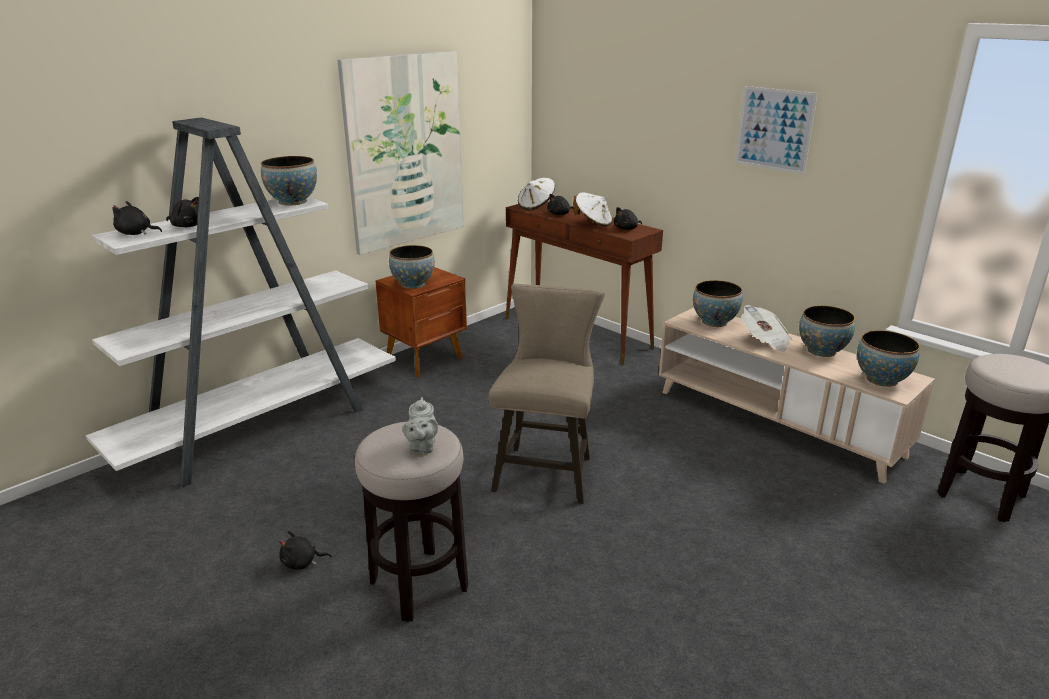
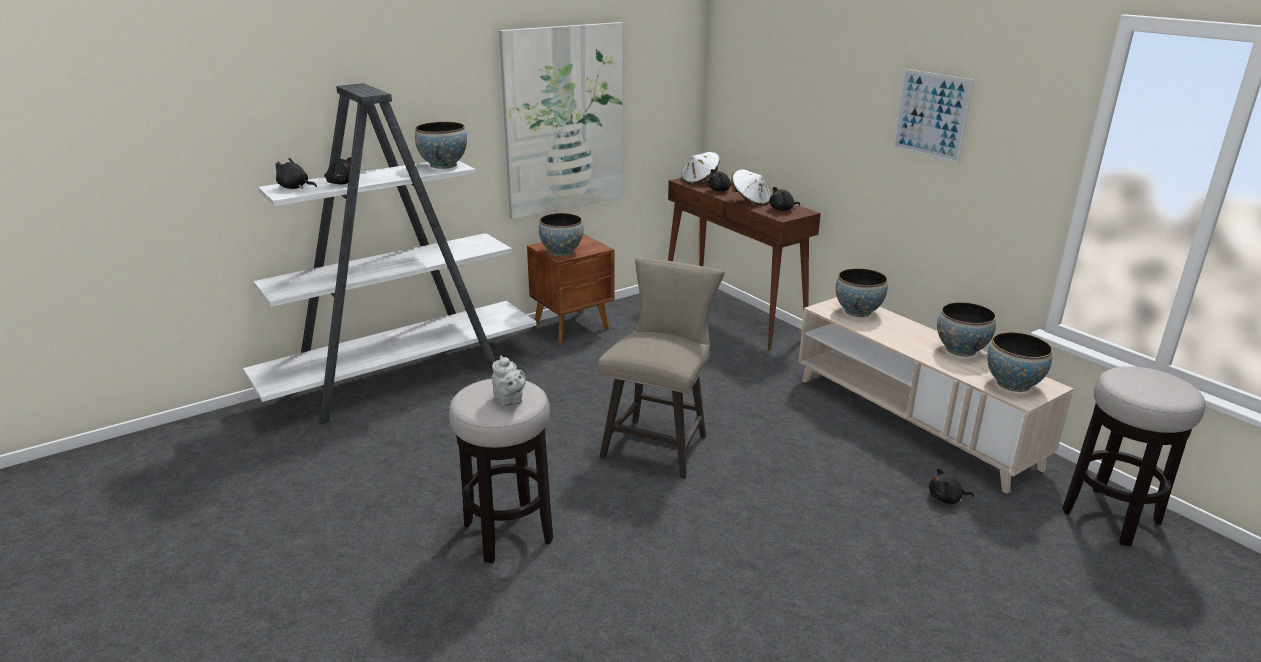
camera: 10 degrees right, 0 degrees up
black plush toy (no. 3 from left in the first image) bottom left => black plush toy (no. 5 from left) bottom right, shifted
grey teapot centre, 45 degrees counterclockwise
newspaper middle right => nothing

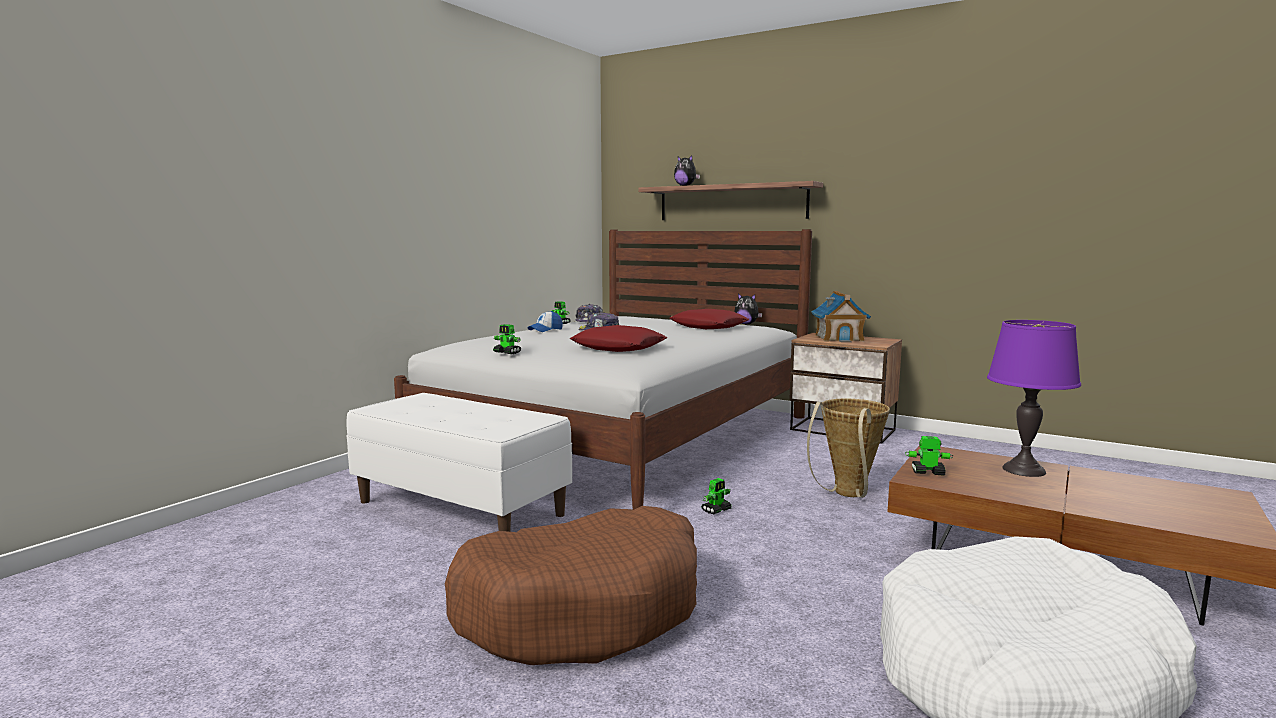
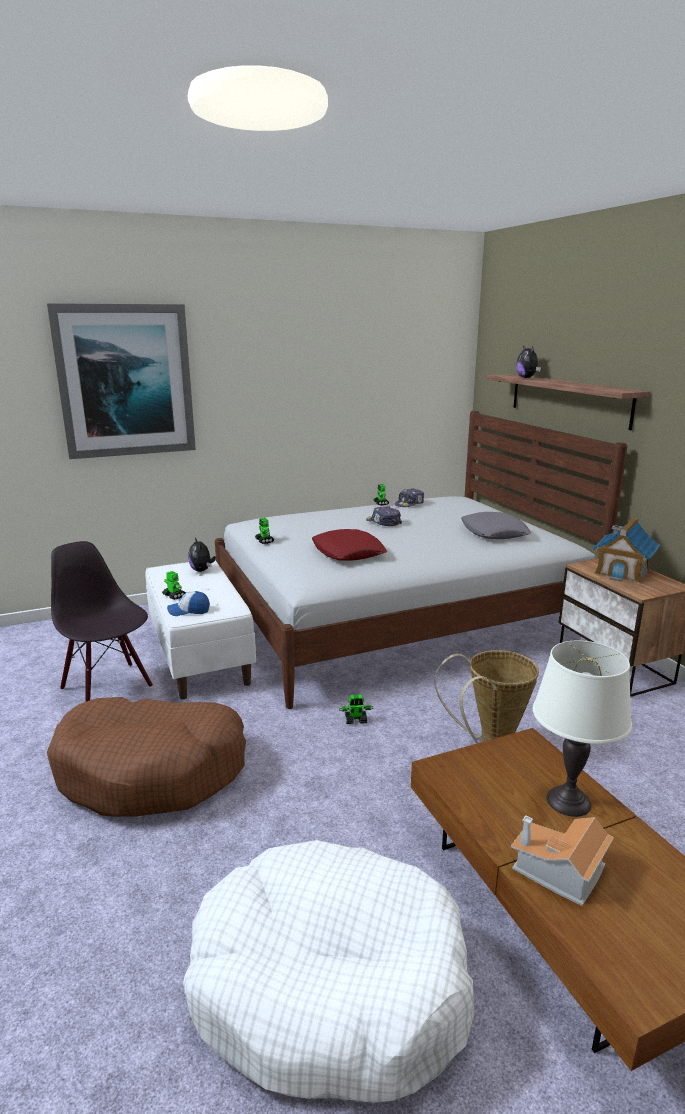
camera: 35 degrees right, 10 degrees up
cap (no. 1 from left) centre => cap (no. 1 from left) middle left, shifted
red pillow (no. 2 from left) centre => grey pillow middle right
plush toy (no. 2 from left in the first image) centre => plush toy (no. 1 from left) middle left, shifted
toy robot (no. 4 from left in the first image) middle right => toy robot (no. 1 from left) middle left, shifted
purple table lamp middle right => white table lamp middle right
nothing => picture middle left
nothing => black chair middle left
nothing => toy house (no. 1 from left) bottom right

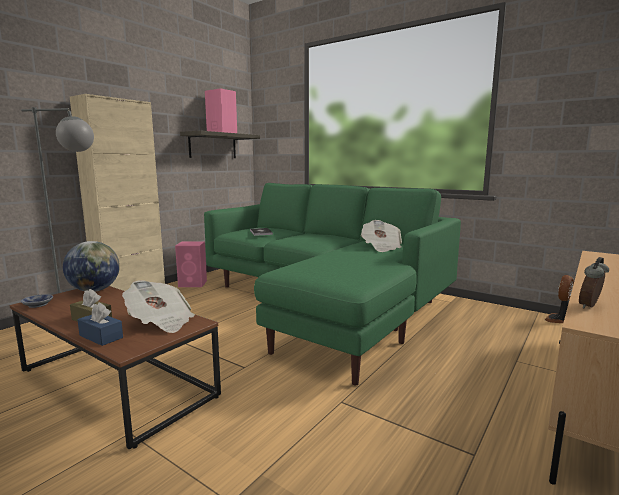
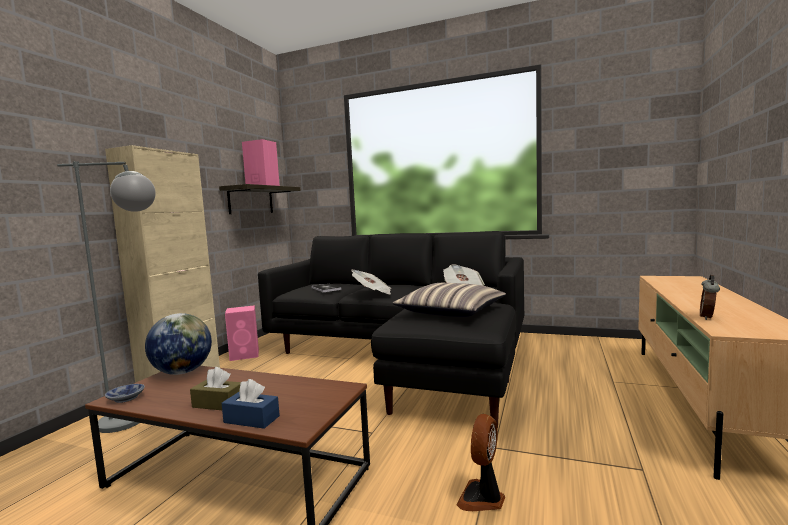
camera: 15 degrees left, 5 degrees down
newspaper (no. 1 from left) middle left => newspaper (no. 1 from left) centre, shifted
green sofa centre => black sofa centre
fan middle right => fan bottom centre, shifted
nothing => pillow centre

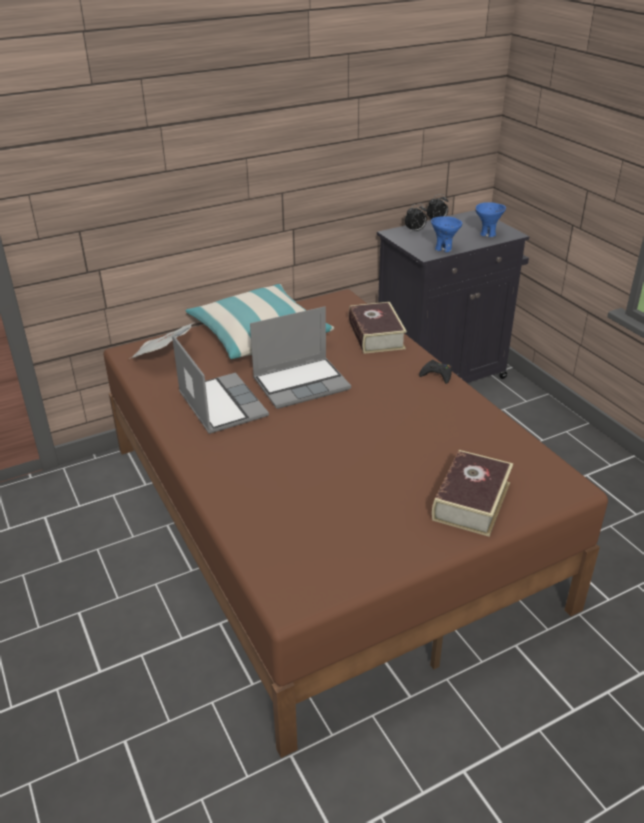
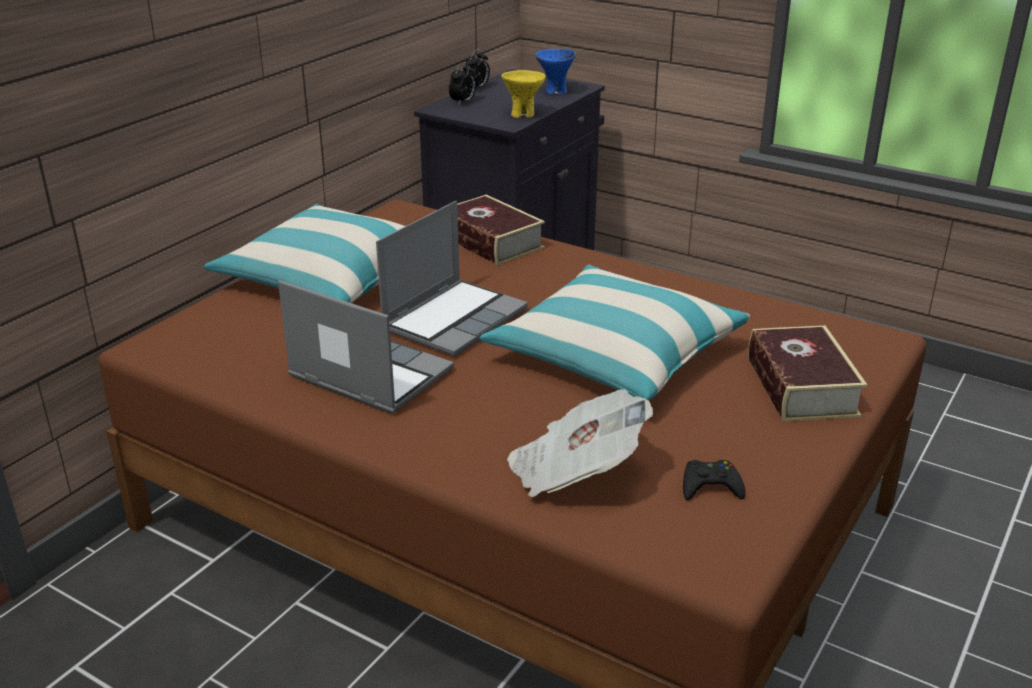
camera: 30 degrees left, 5 degrees down
newspaper middle left => newspaper centre, shifted
black game controller middle right => black game controller bottom right, shifted
blue bowl (no. 1 from left) top right => yellow bowl top centre
nothing => pillow (no. 2 from left) centre

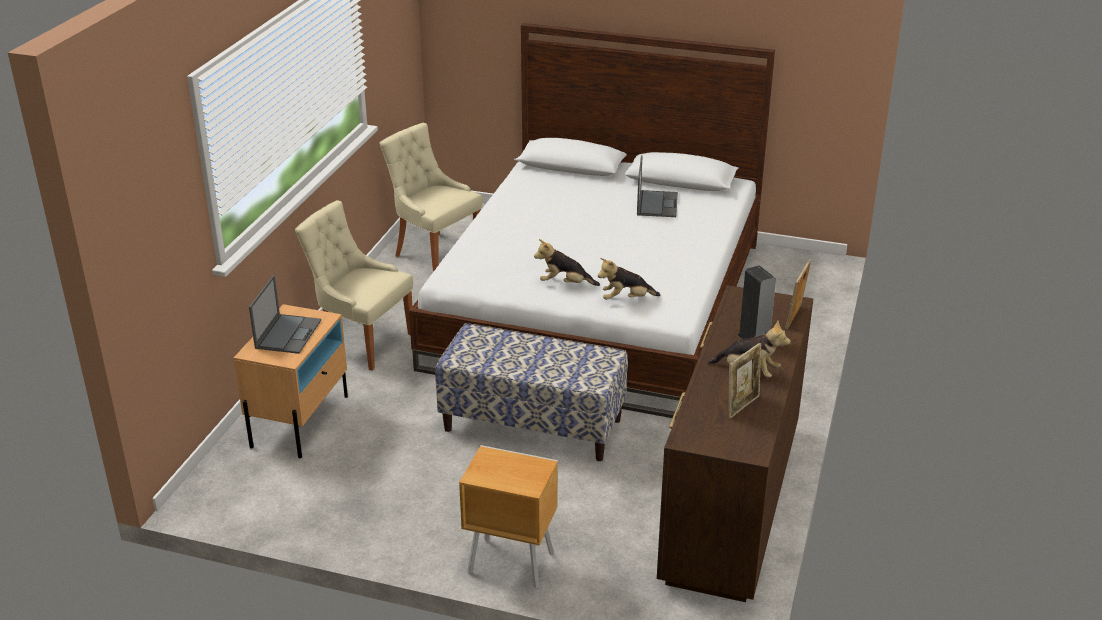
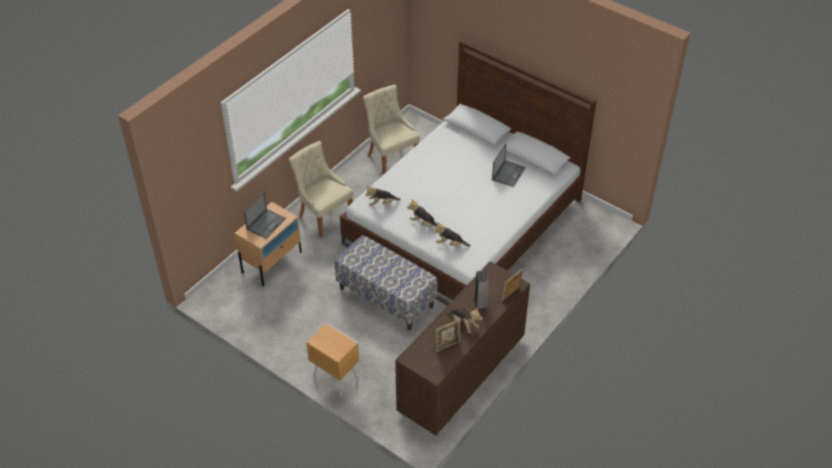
camera: 20 degrees right, 15 degrees up
nothing => plush toy (no. 1 from left) centre

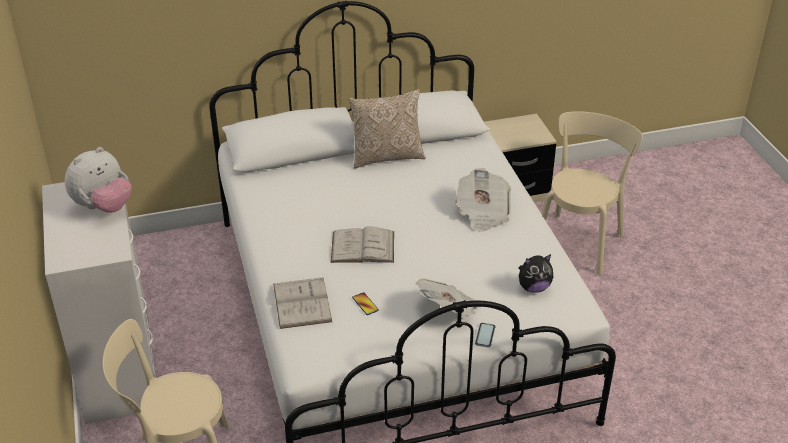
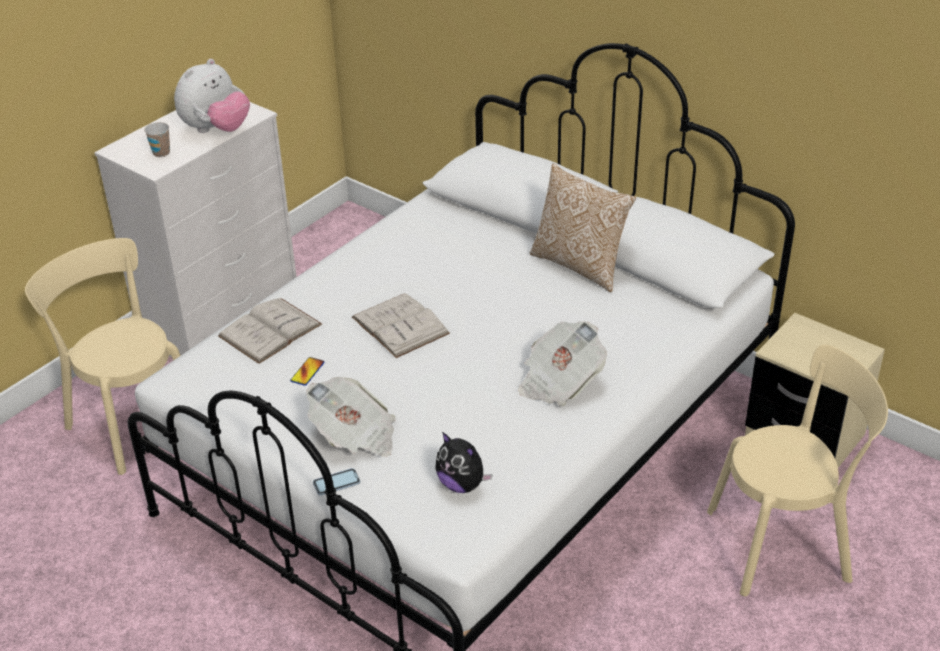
camera: 55 degrees right, 0 degrees up
plush toy (no. 1 from left) middle left => plush toy (no. 1 from left) top left, 60 degrees counterclockwise
nothing => cup top left

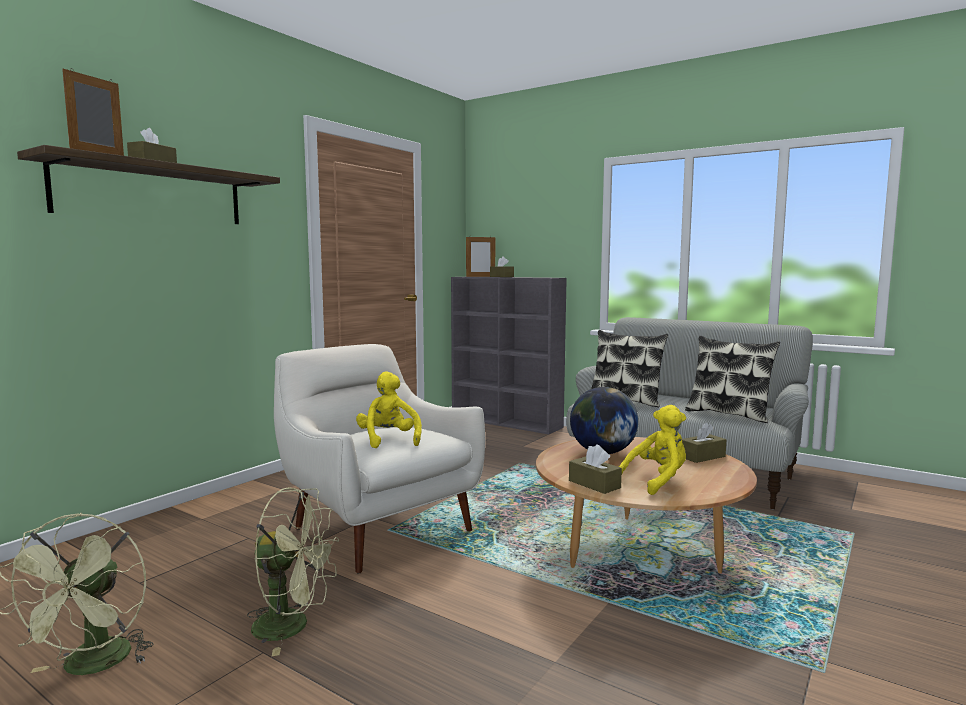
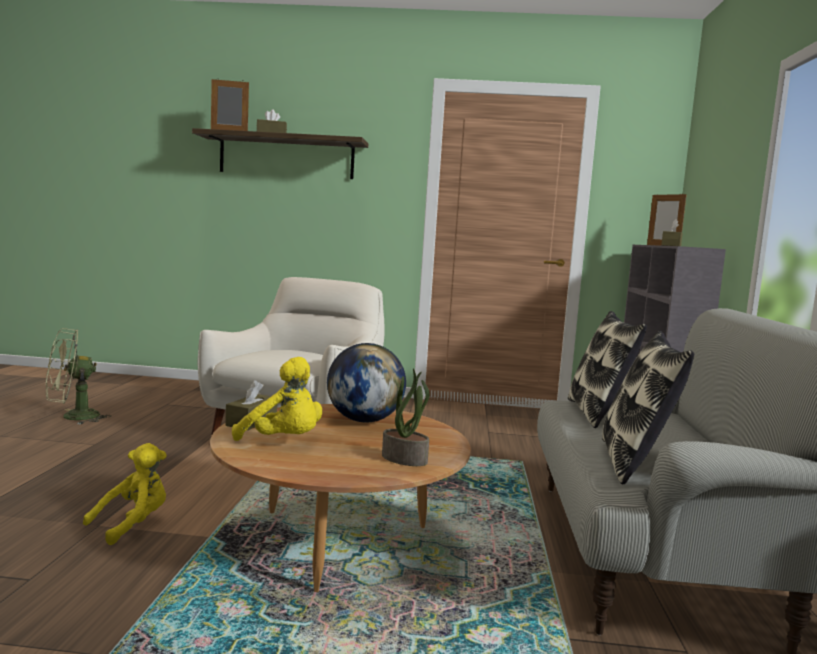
camera: 60 degrees right, 0 degrees up
green fan (no. 2 from left) bottom left => nothing
yellow plush toy (no. 1 from left) centre => yellow plush toy (no. 1 from left) bottom left, shifted
brown tissue box (no. 4 from left) middle right => potted plant centre

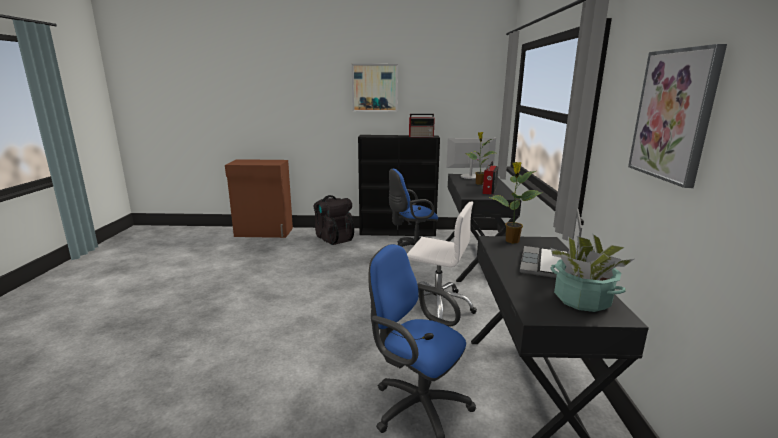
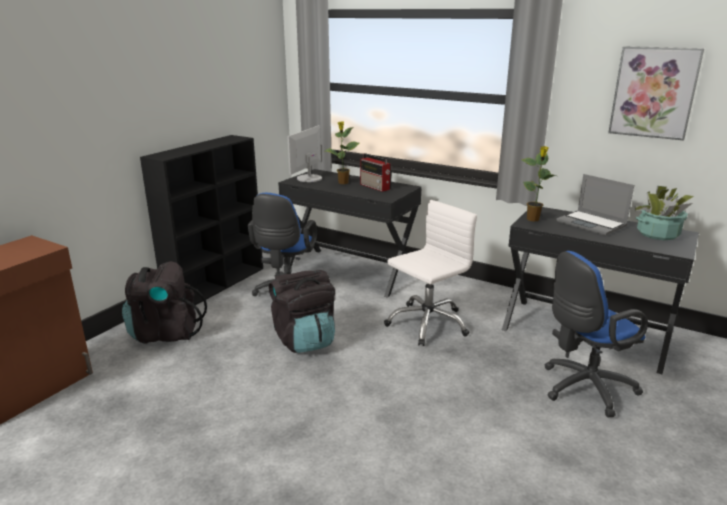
camera: 60 degrees left, 5 degrees up
picture (no. 1 from left) top centre => nothing
radio (no. 1 from left) top centre => nothing
nothing => black backpack (no. 2 from left) centre

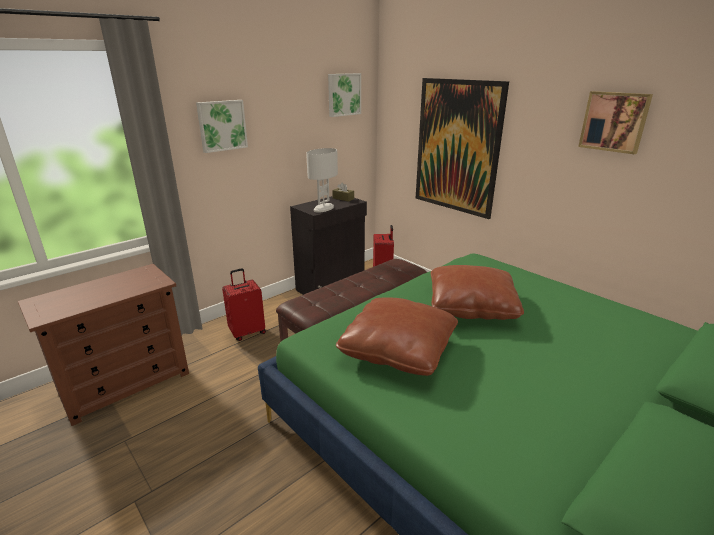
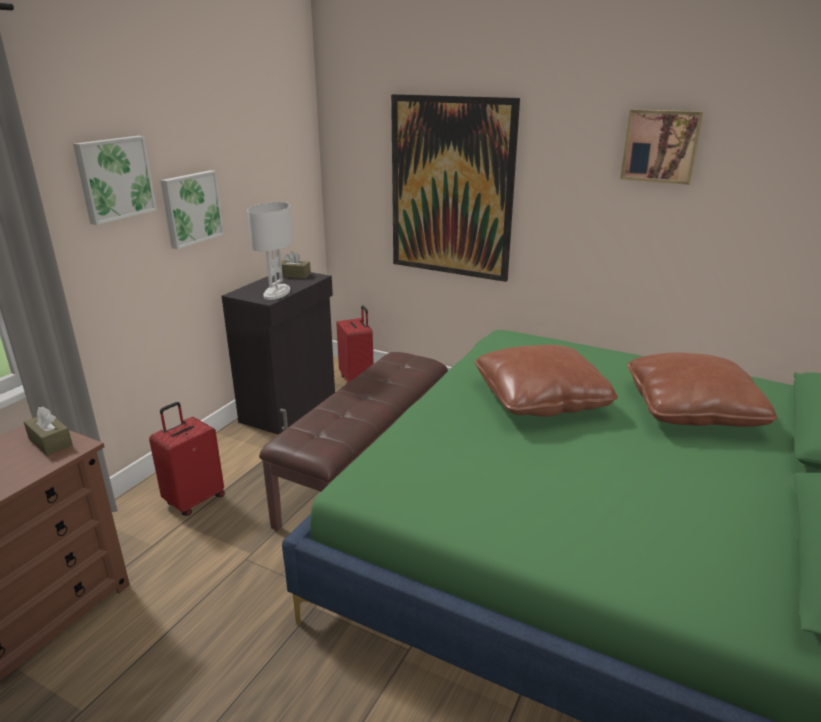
camera: 20 degrees left, 0 degrees up
picture (no. 2 from left) top centre => picture (no. 2 from left) top left, shifted
brown pillow (no. 1 from left in the first image) centre => brown pillow (no. 2 from left) middle right, shifted
nothing => brown tissue box (no. 1 from left) middle left

